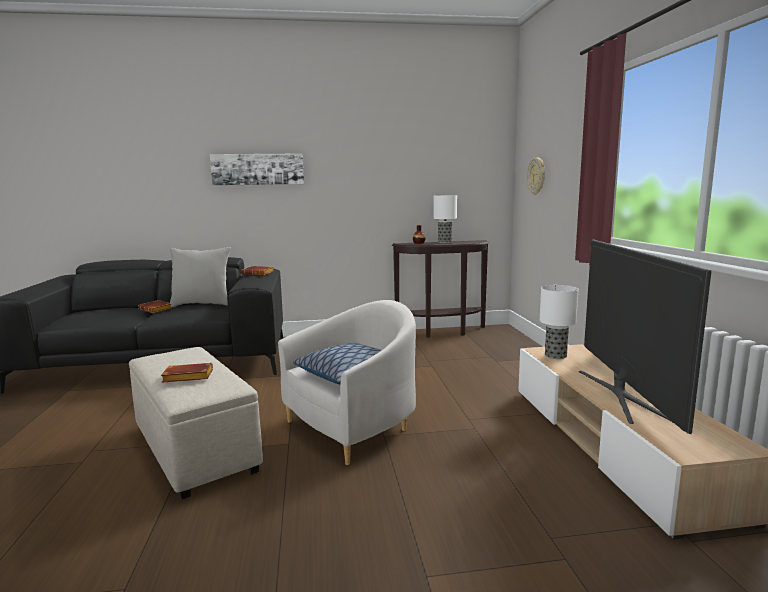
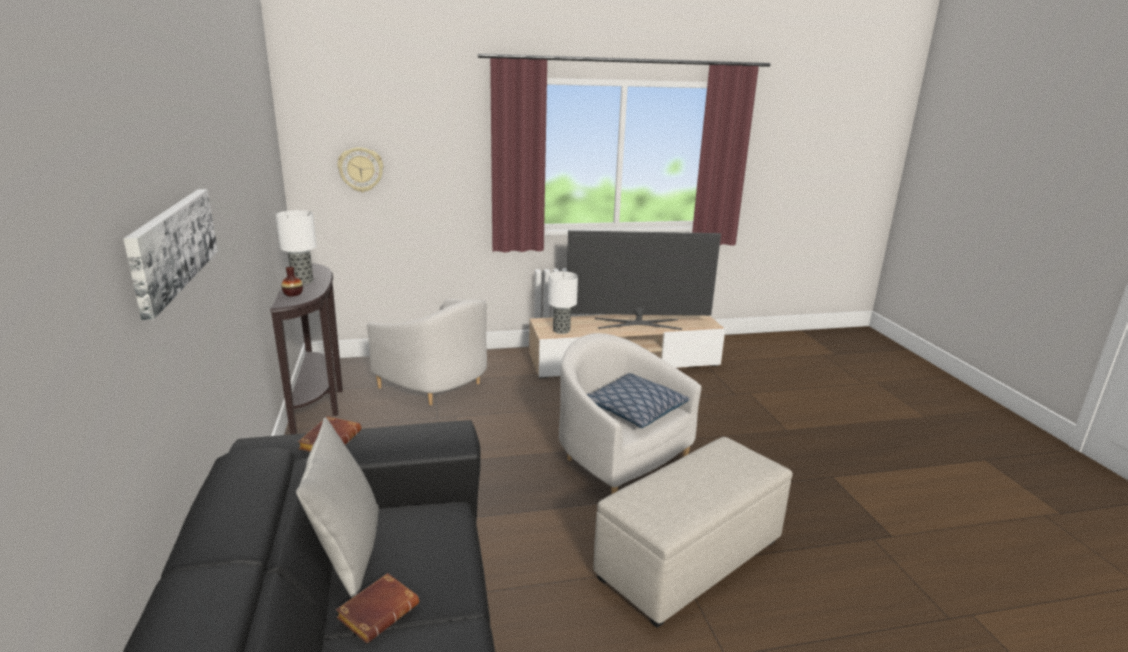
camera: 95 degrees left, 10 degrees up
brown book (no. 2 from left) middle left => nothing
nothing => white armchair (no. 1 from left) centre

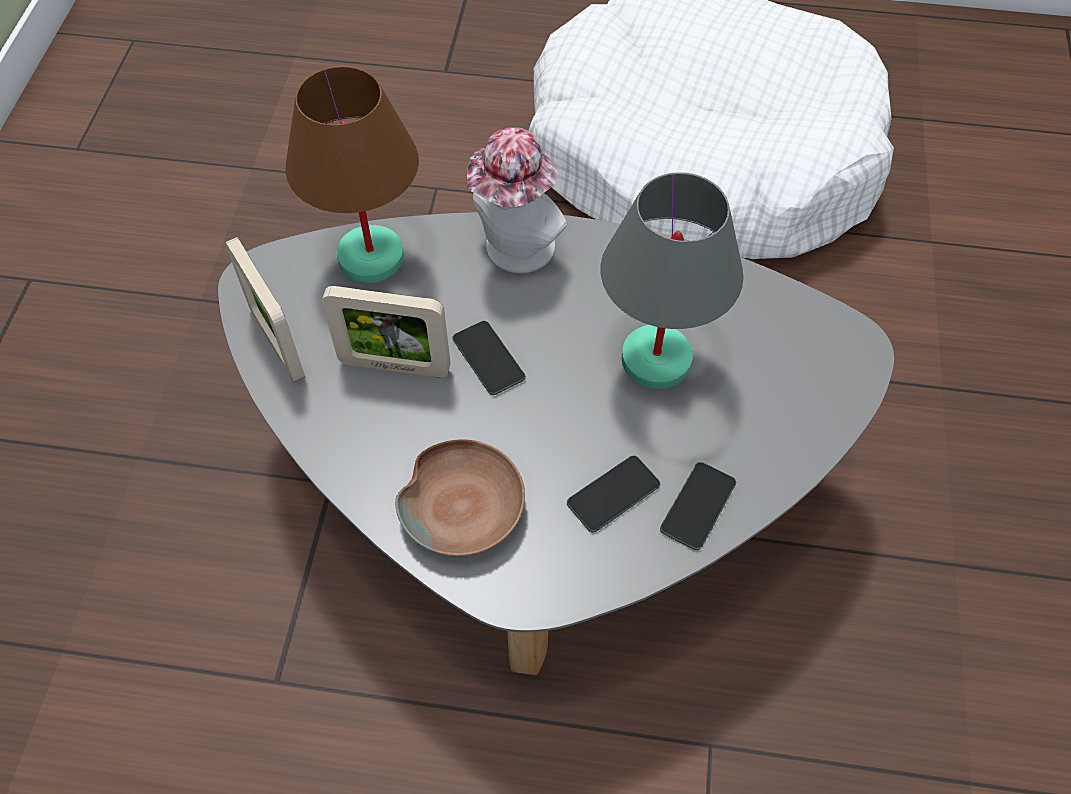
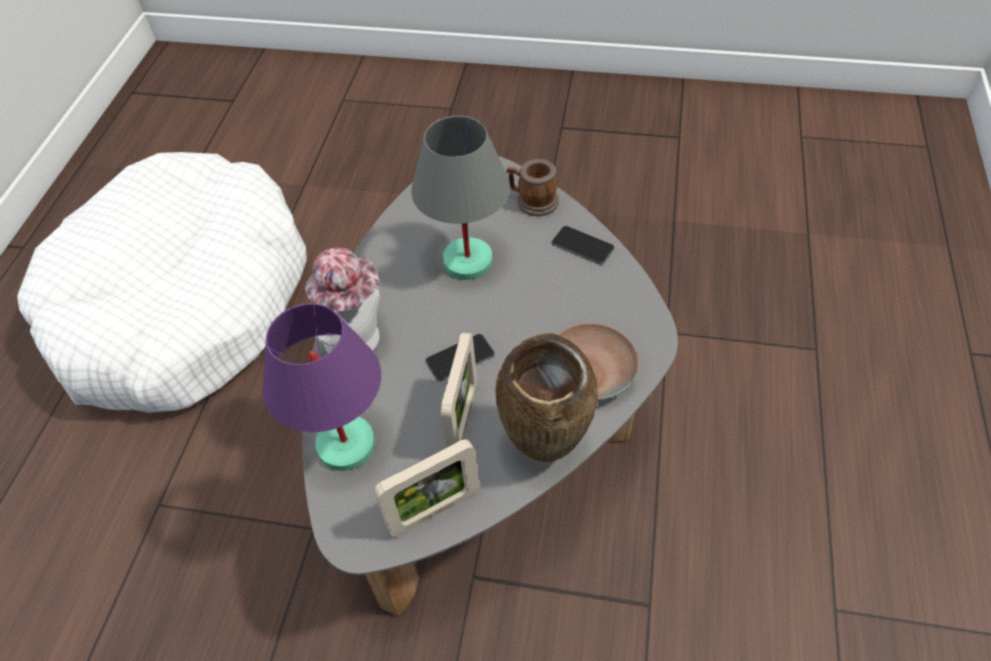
camera: 85 degrees left, 5 degrees down
brown table lamp top left => purple table lamp middle left
phone (no. 2 from left) centre => nothing
nothing => brown vase centre
nothing => mug top centre

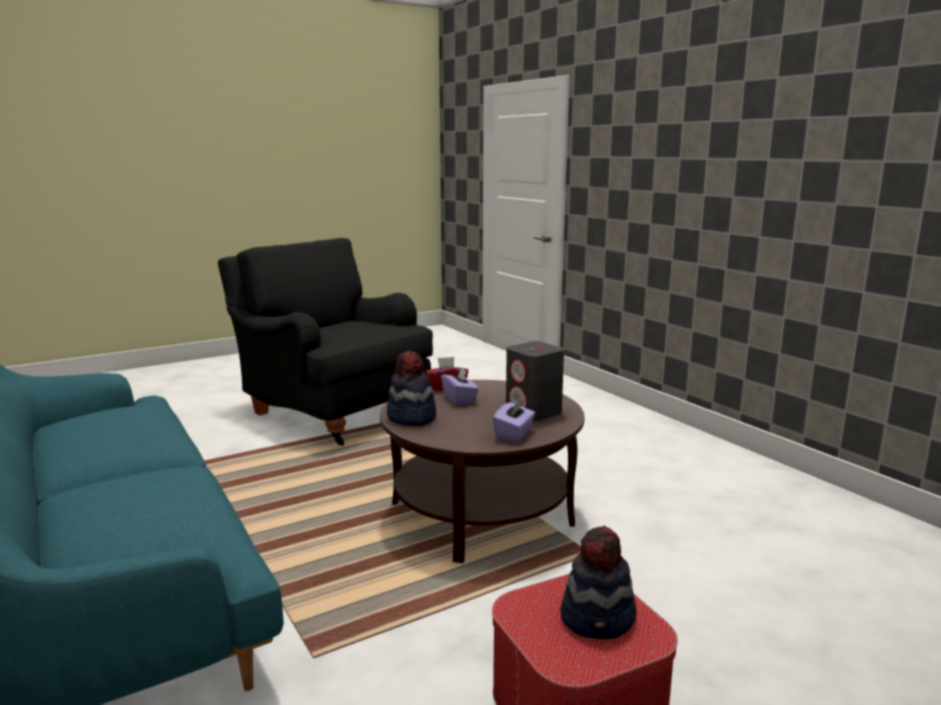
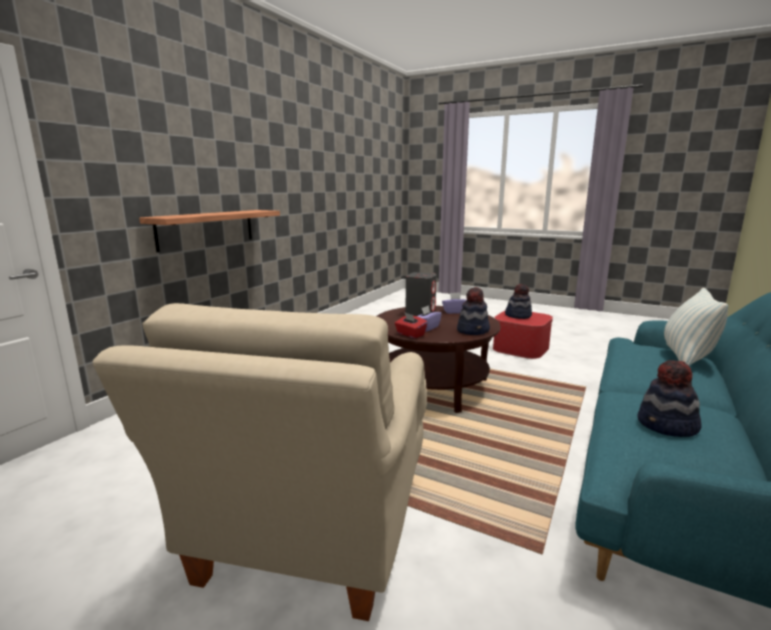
camera: 120 degrees left, 0 degrees up
black armchair centre => beige armchair bottom centre
nothing => shelf middle left
nothing => hat (no. 3 from left) middle right
nothing => pillow middle right

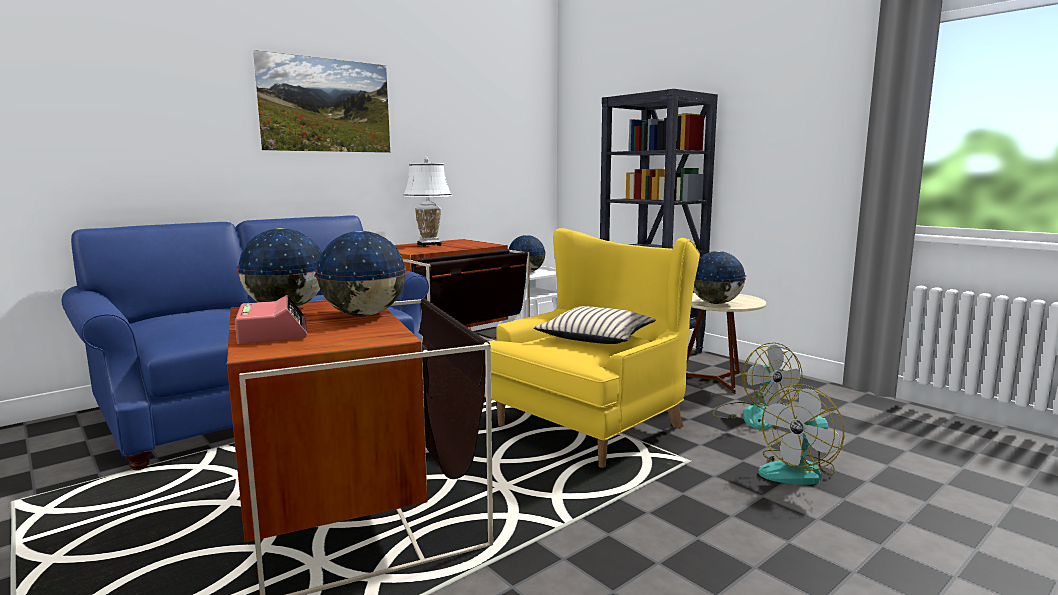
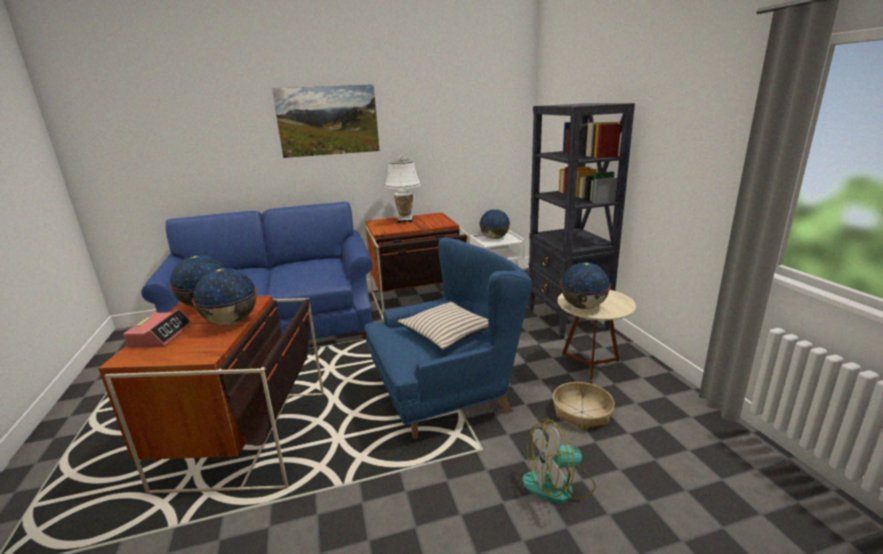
camera: 25 degrees right, 10 degrees up
yellow armchair centre => blue armchair centre
fan (no. 1 from left) middle right => basket bottom centre

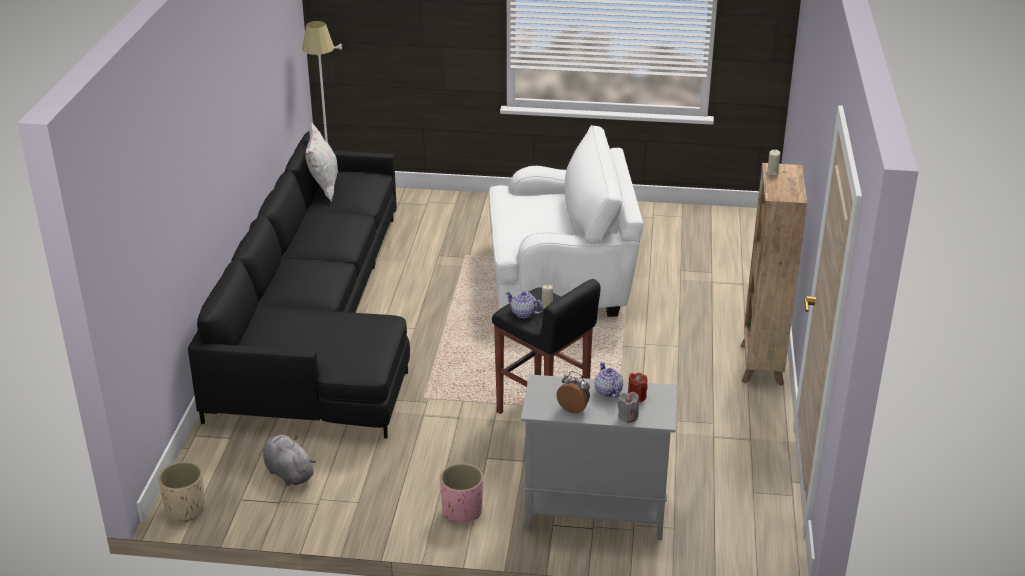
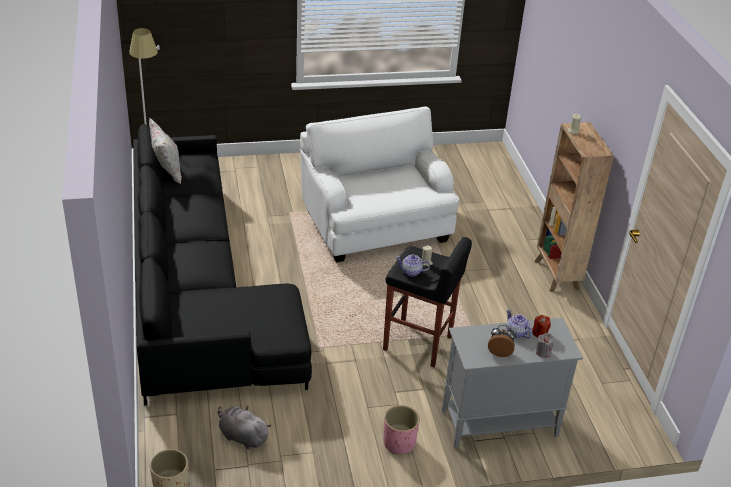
camera: 20 degrees left, 5 degrees up
white armchair centre, 90 degrees counterclockwise

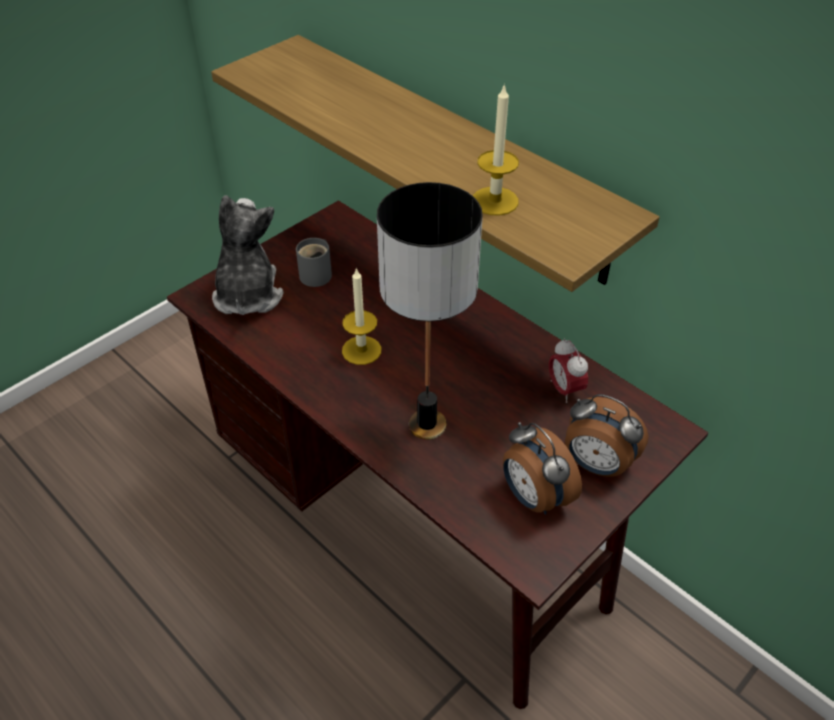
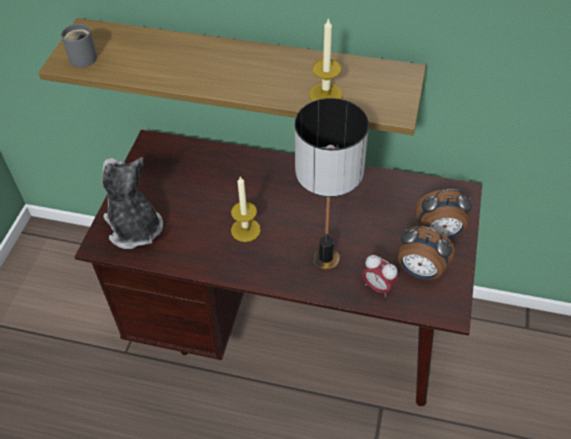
camera: 30 degrees left, 5 degrees up
grey mug centre => grey mug top left, shifted
alarm clock (no. 2 from left in the first image) middle right => alarm clock (no. 1 from left) centre, shifted

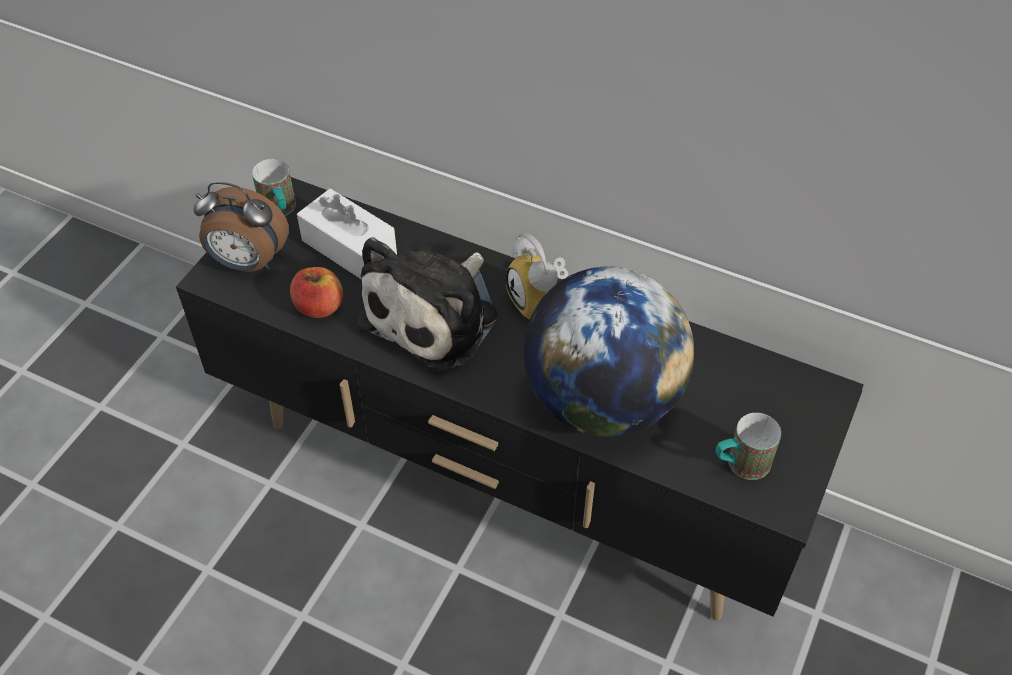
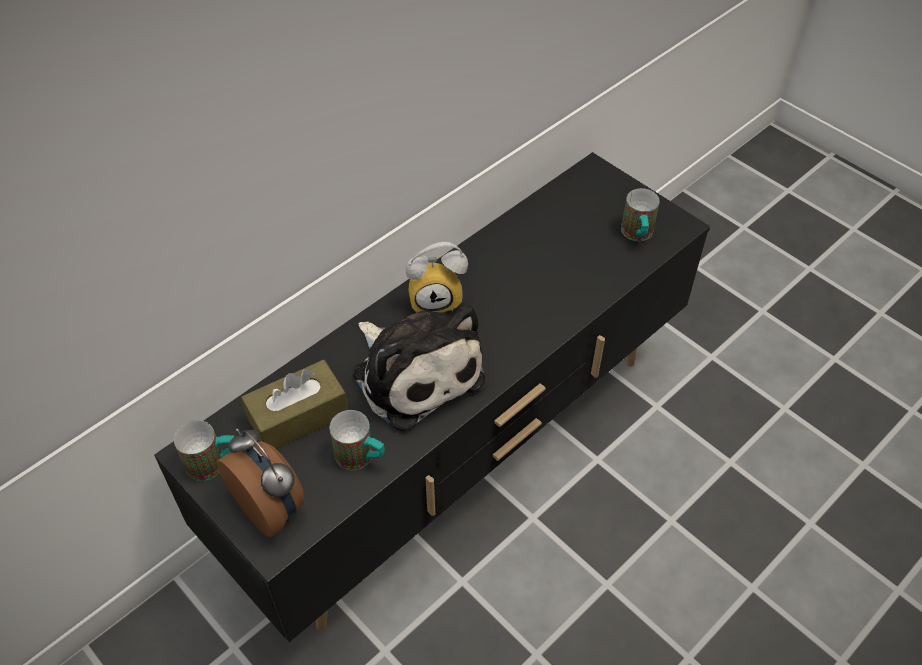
camera: 70 degrees left, 0 degrees up
alarm clock (no. 1 from left) middle left => alarm clock (no. 1 from left) bottom left, 75 degrees counterclockwise
apple middle left => mug (no. 2 from left) centre
white tissue box centre => brown tissue box middle left
globe centre => nothing

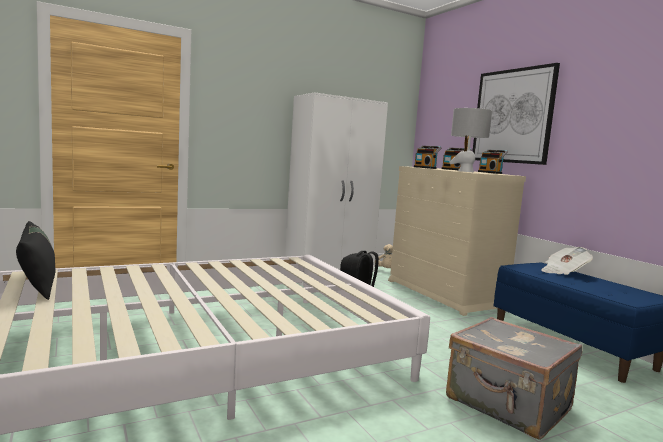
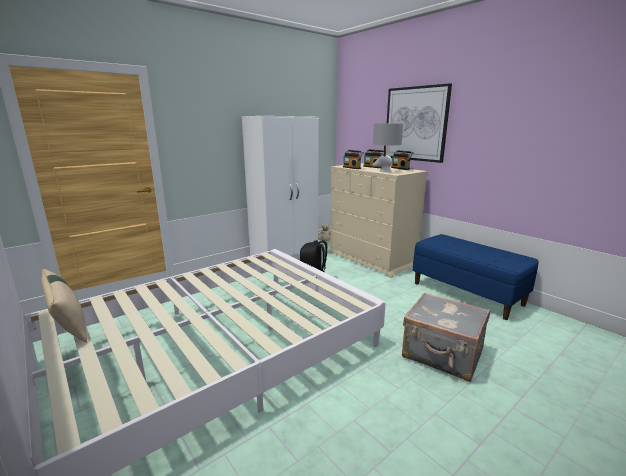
camera: 10 degrees left, 10 degrees up
black pillow middle left => beige pillow middle left
newspaper middle right => nothing

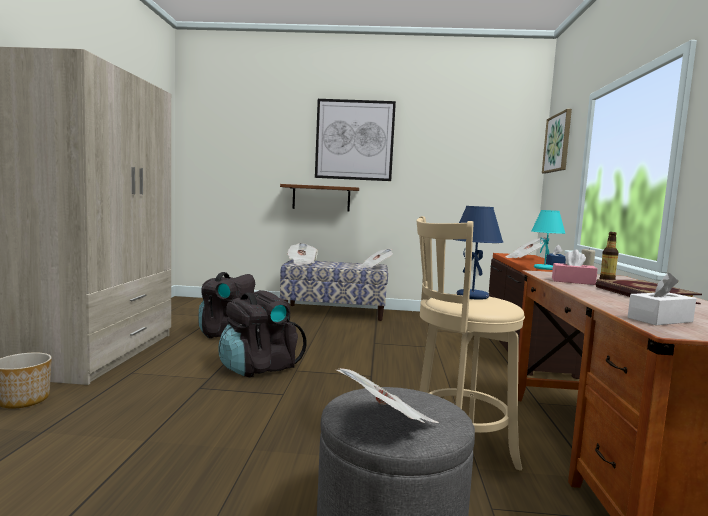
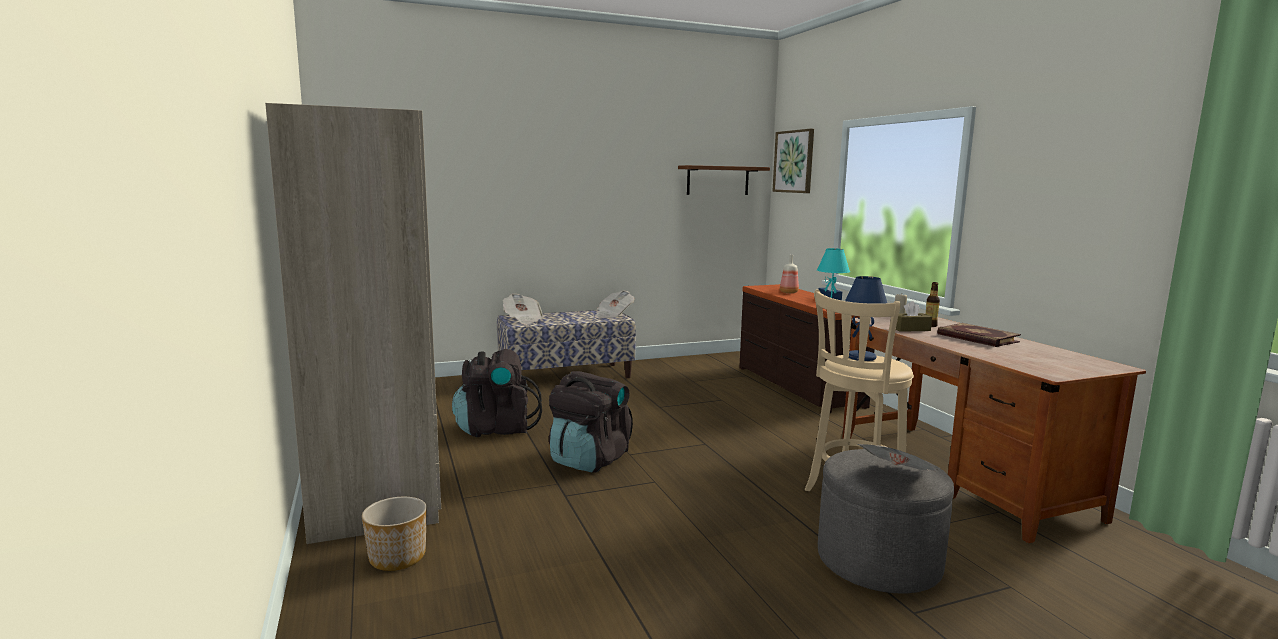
camera: 25 degrees left, 5 degrees up
brown shelf centre => brown shelf top centre, shifted
picture (no. 1 from left) top centre => nothing
newspaper (no. 4 from left) middle right => bottle (no. 1 from left) centre
pink tissue box middle right => brown tissue box middle right
white tissue box middle right => nothing

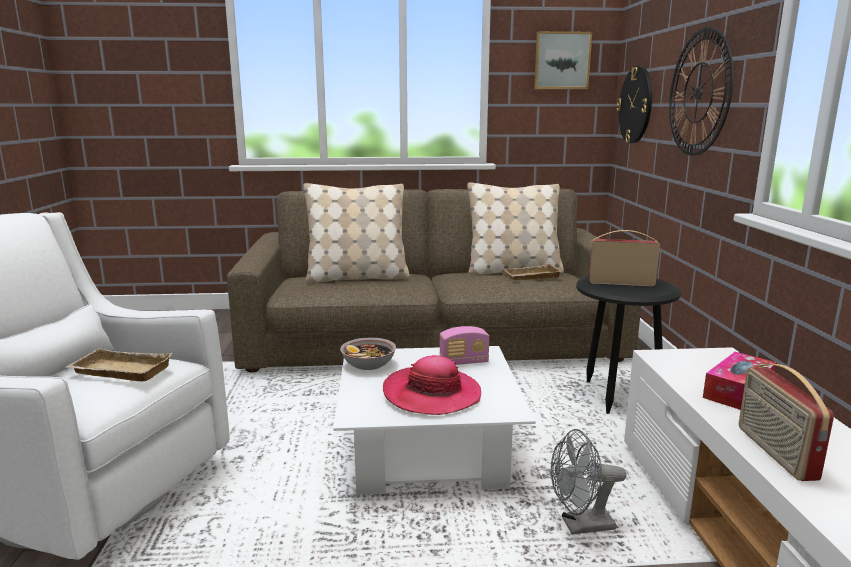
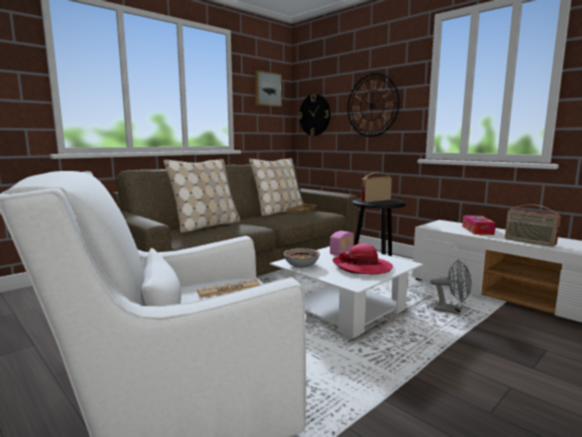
camera: 40 degrees left, 5 degrees down
beige tray (no. 1 from left) middle left => newspaper centre
grey fan bottom right => grey fan middle right, 105 degrees counterclockwise

